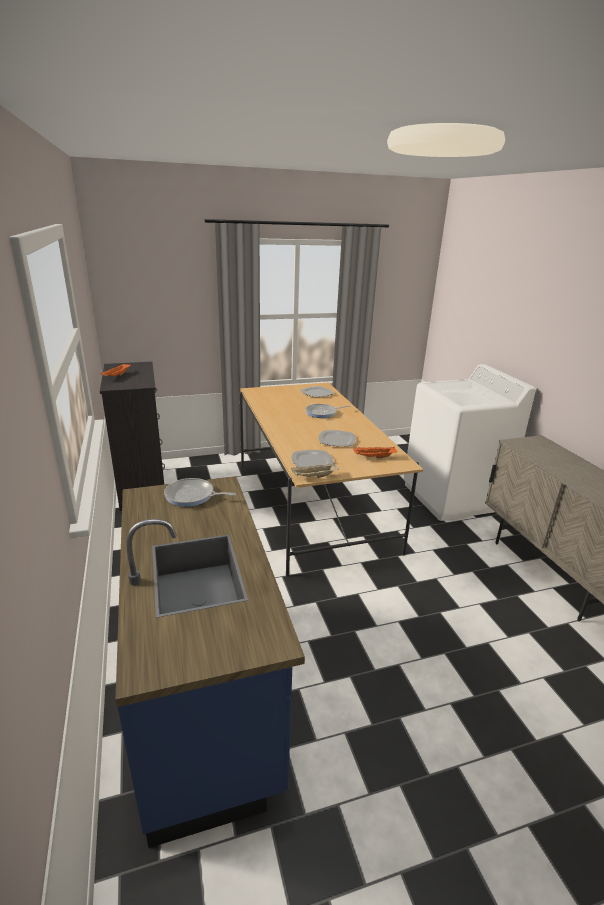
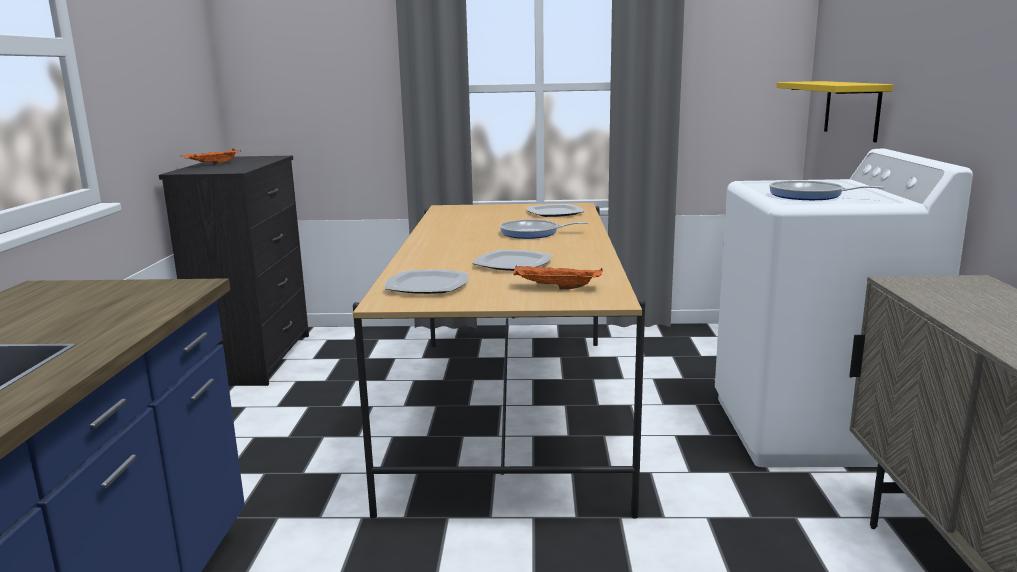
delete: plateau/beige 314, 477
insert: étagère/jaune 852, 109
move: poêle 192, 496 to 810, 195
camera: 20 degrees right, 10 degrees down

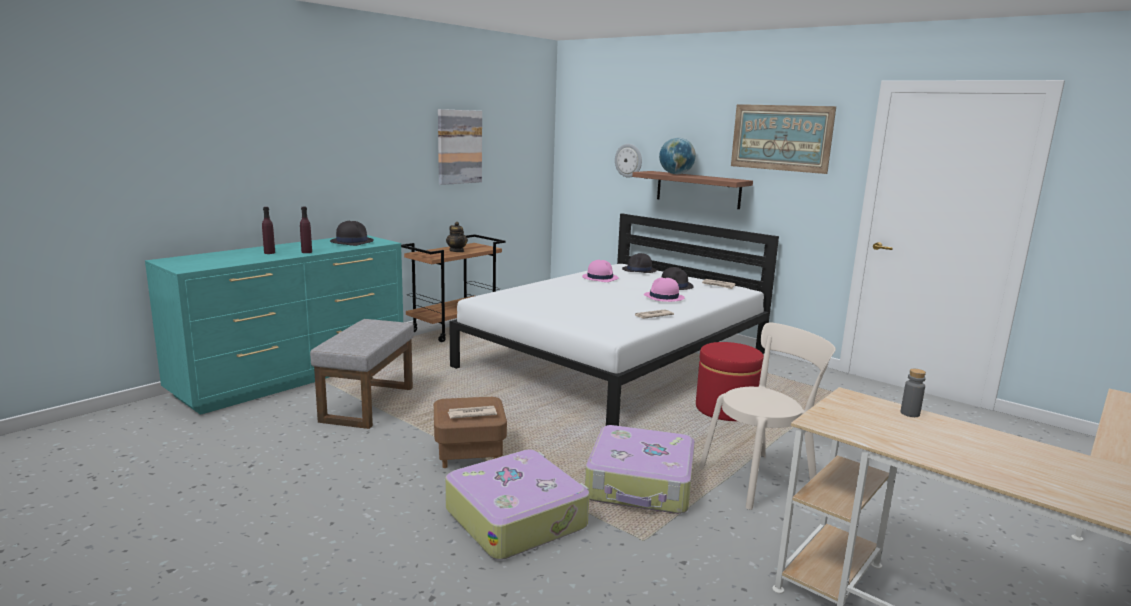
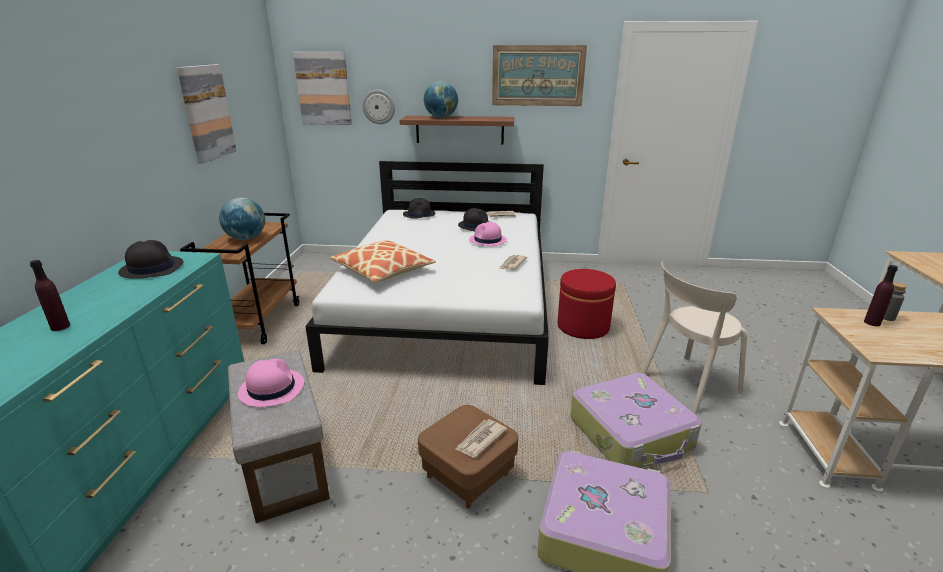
insert: tableau 323, 89; coussin 383, 270
move: bouteille/violet 306, 252 to 872, 323; chapeau/rose 600, 278 to 271, 388
replace: théière 457, 251 to globe 246, 238
rotate: chaise/beige 761, 479 = 686, 385 150 degrees counterclockwise
camera: 35 degrees left, 10 degrees up

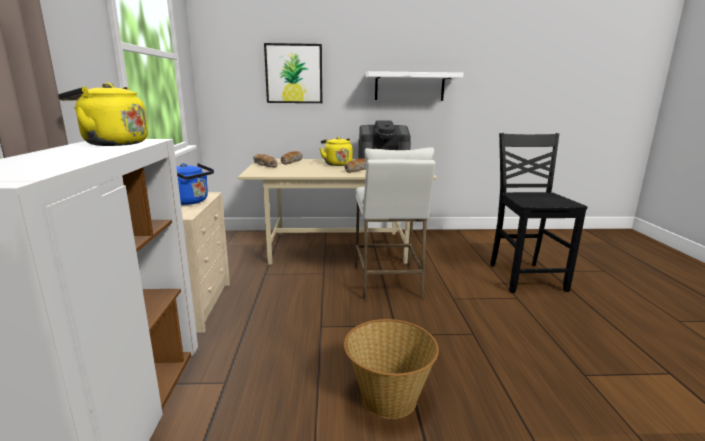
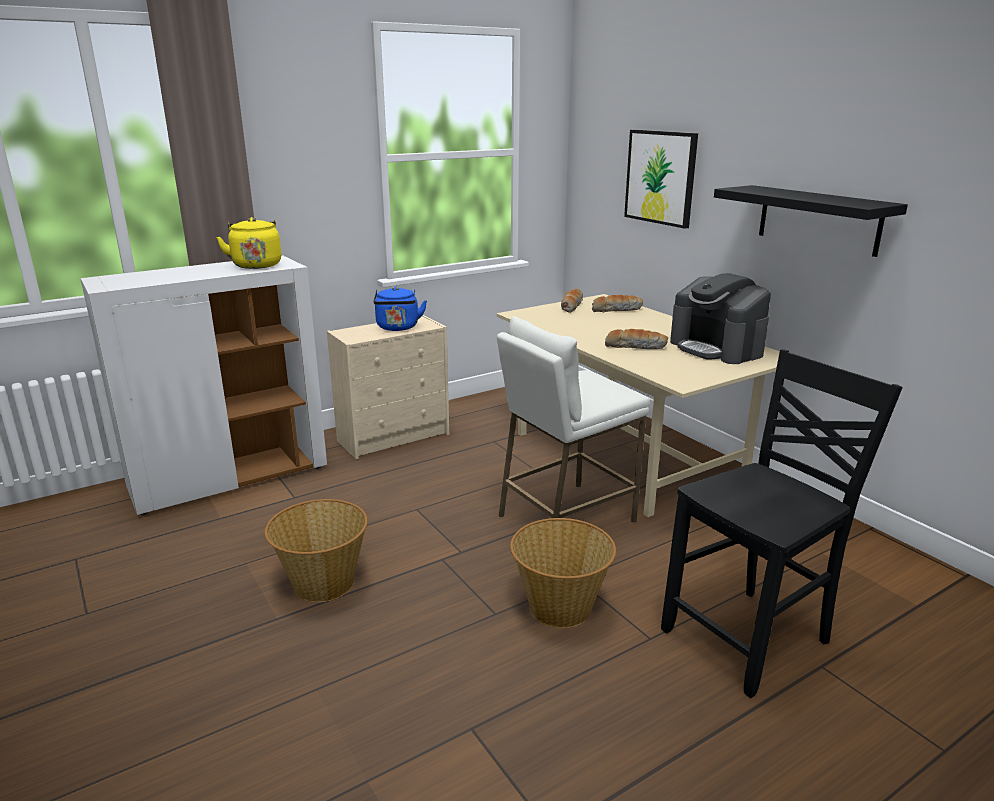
delete: bouilloire/jaune 337, 164
insert: panier 560, 606
recolor: étagère/blanc 409, 86 to étagère/noir 818, 219
camera: 60 degrees right, 5 degrees up

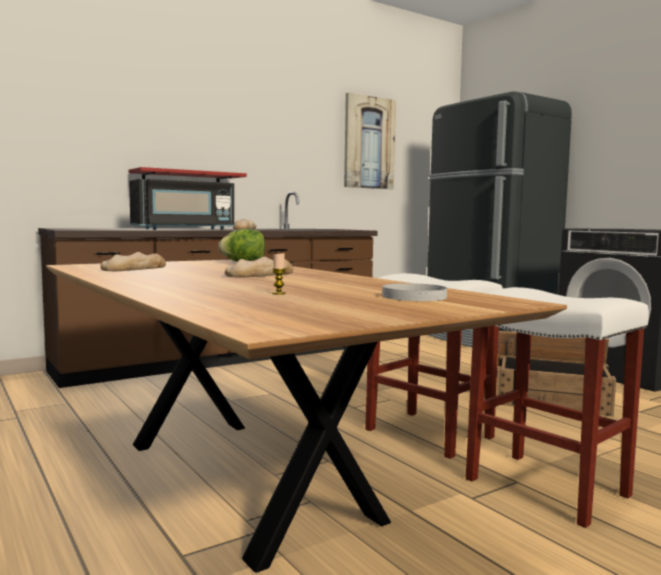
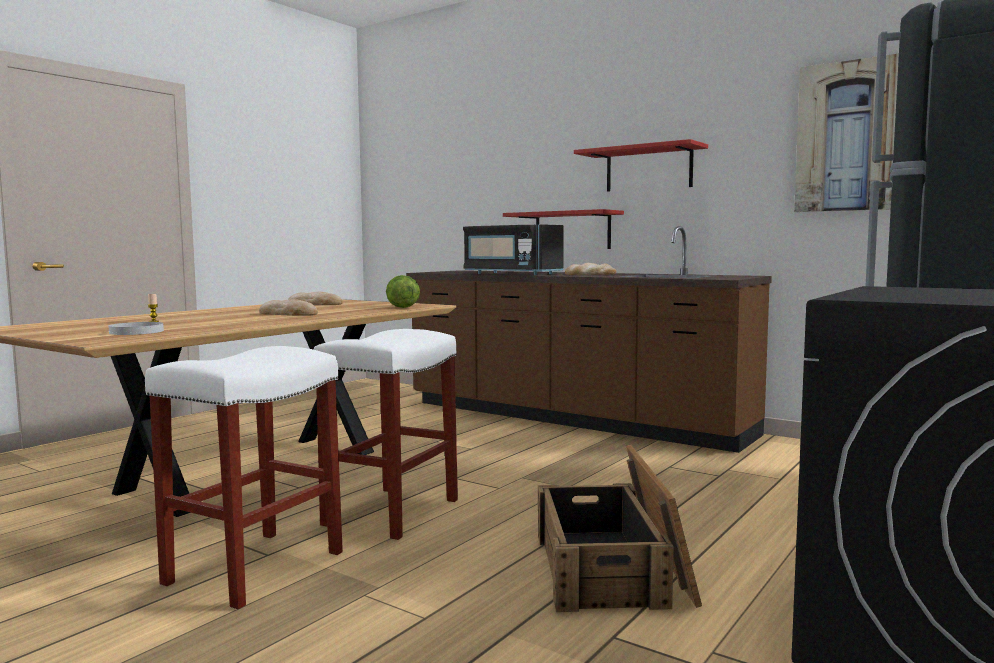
insert: étagère/rouge 648, 169
camera: 70 degrees right, 0 degrees up

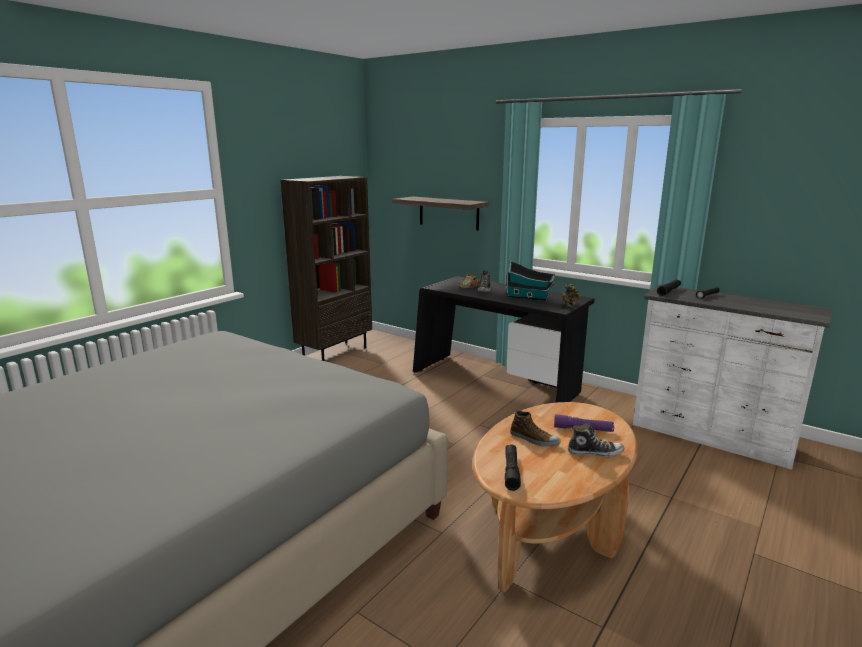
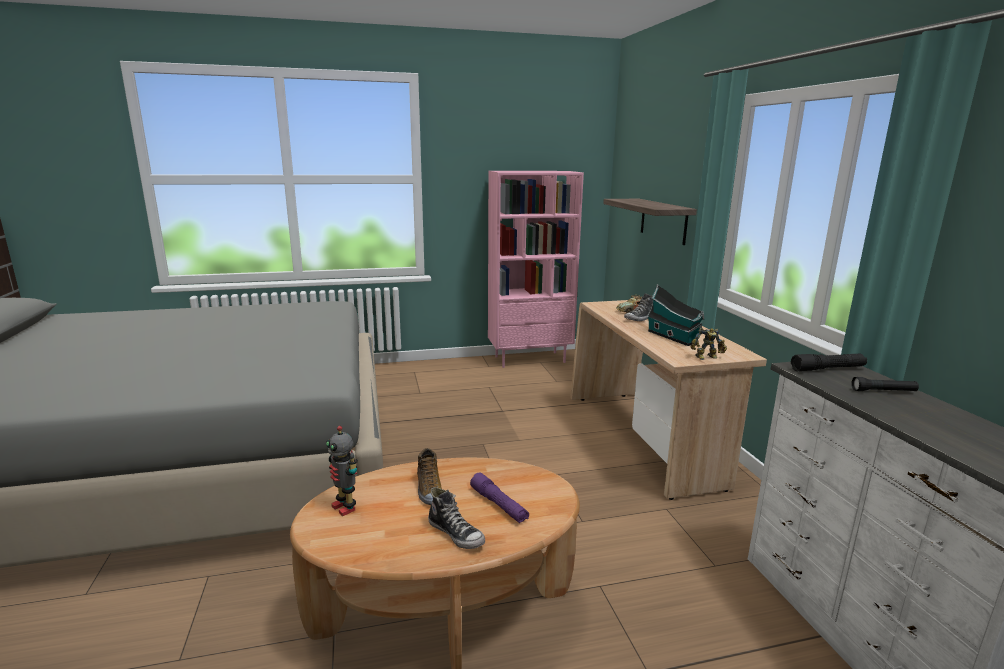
replace: lampe de poche/noir 511, 471 to robot jouet 345, 507
recolor: bibliothèque/marron 335, 353 to bibliothèque/rose 530, 359; bureau/noir 495, 382 to bureau/beige 644, 439
camera: 40 degrees right, 0 degrees up

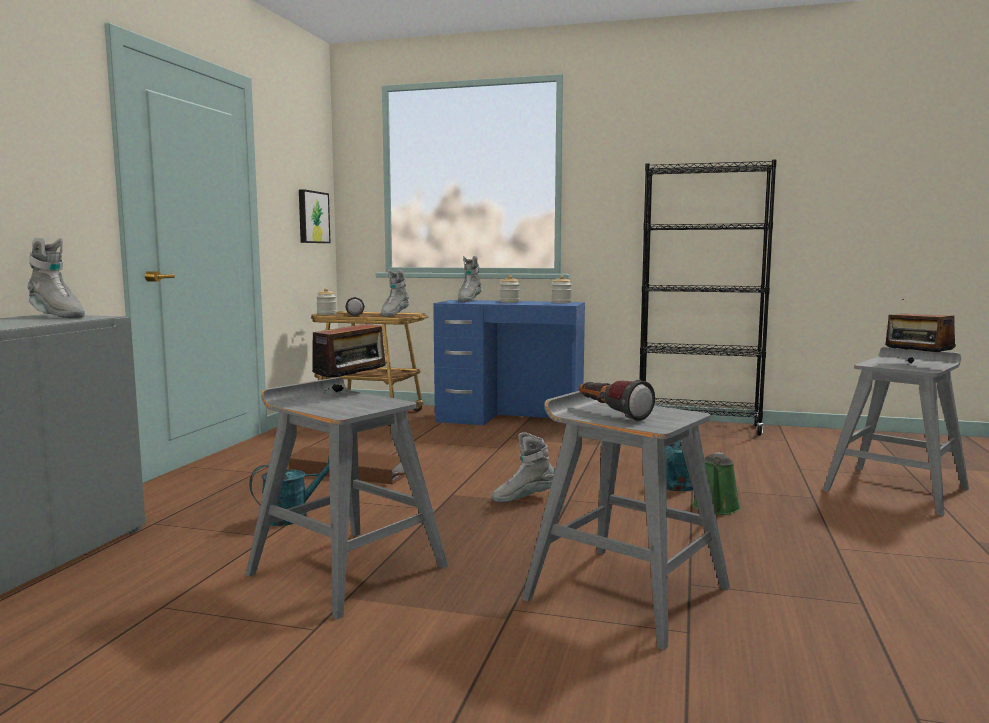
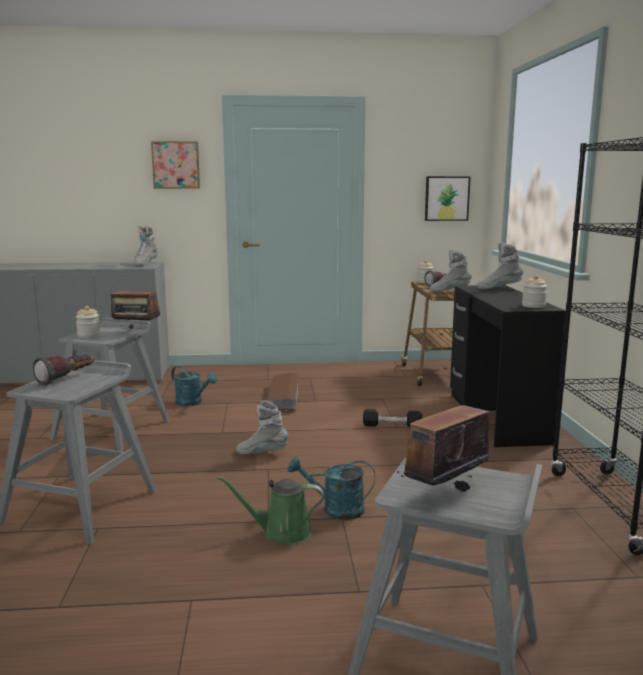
insert: tableau 176, 165; haltère/noir 392, 425
move: bocal 509, 302 to 89, 335
recolor: bureau/bleu 510, 421 to bureau/noir 497, 417
rotate: botte/gris 523, 498 = 262, 453 45 degrees counterclockwise
camera: 70 degrees right, 5 degrees up

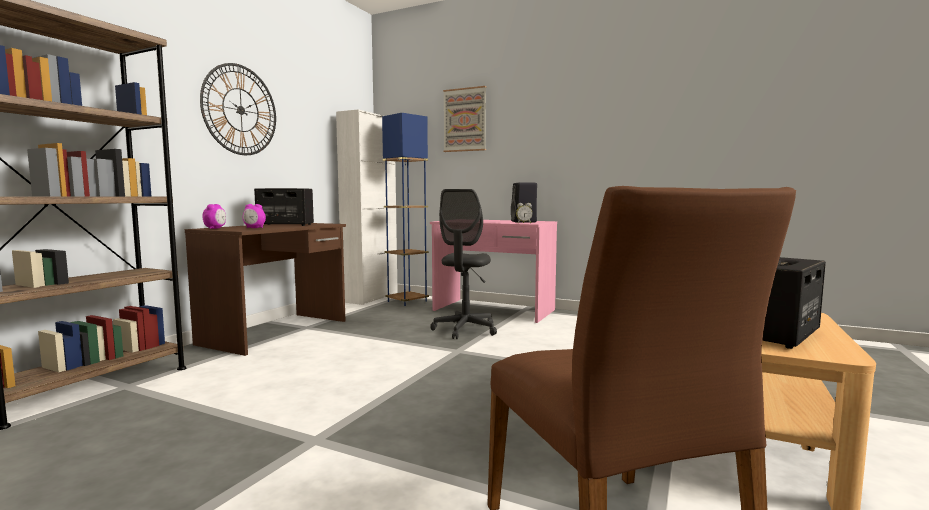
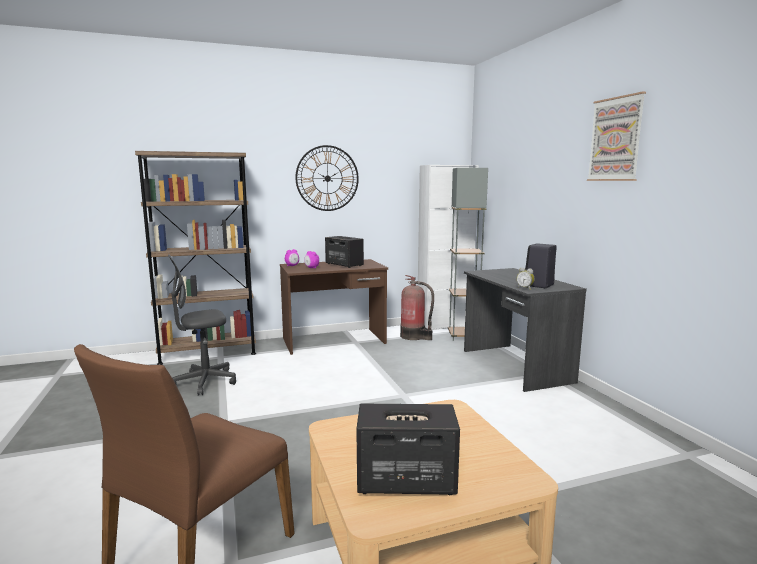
insert: extincteur 414, 336
move: chaise de bureau/gris 465, 330 to 205, 382; tableau 465, 120 to 615, 139
recolor: lampadaire/bleu 407, 301 to lampadaire/gris 463, 336; bureau/rose 493, 310 to bureau/gris 514, 366
camera: 45 degrees right, 5 degrees up

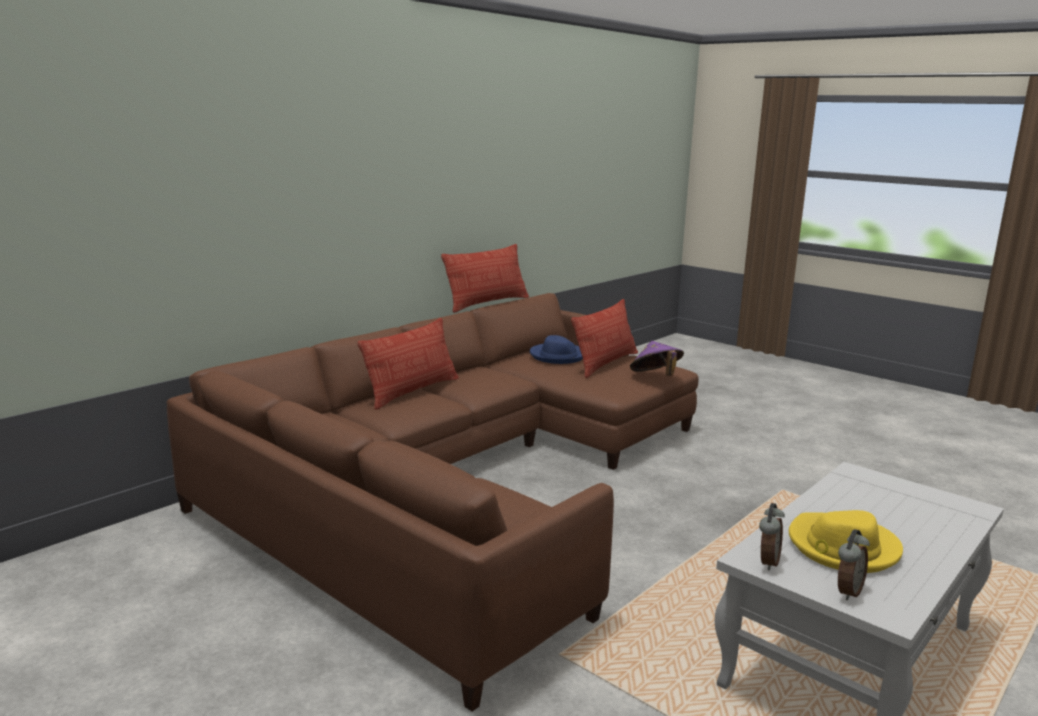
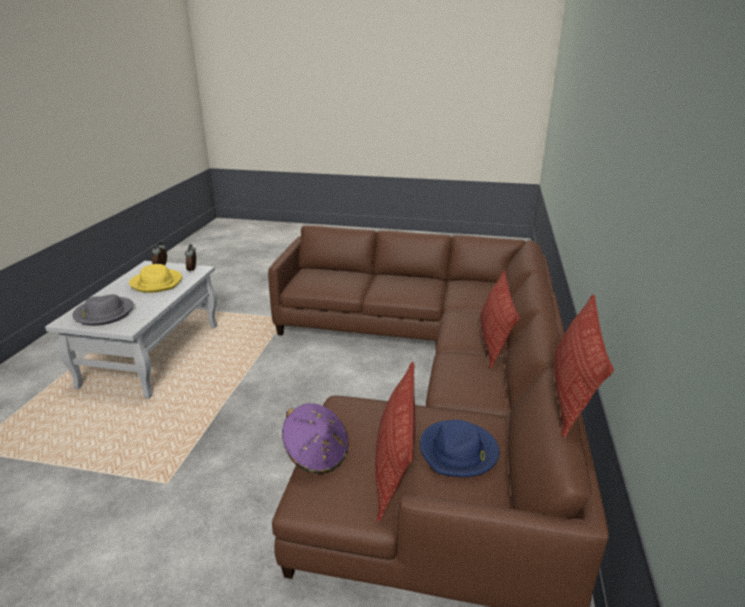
insert: chapeau/gris 104, 313
camera: 150 degrees right, 10 degrees up

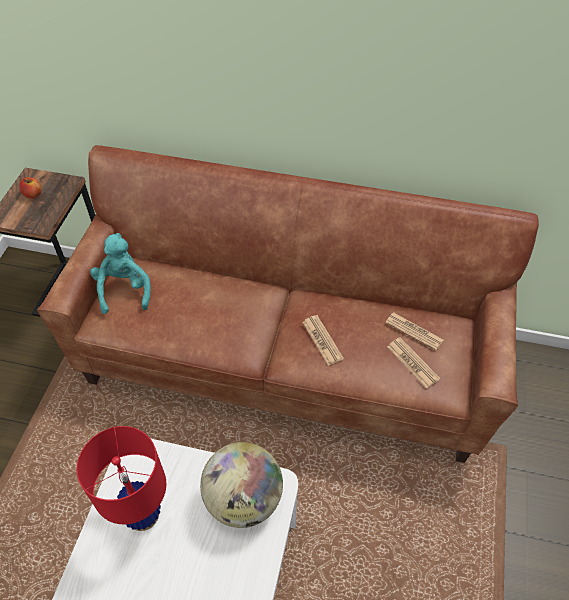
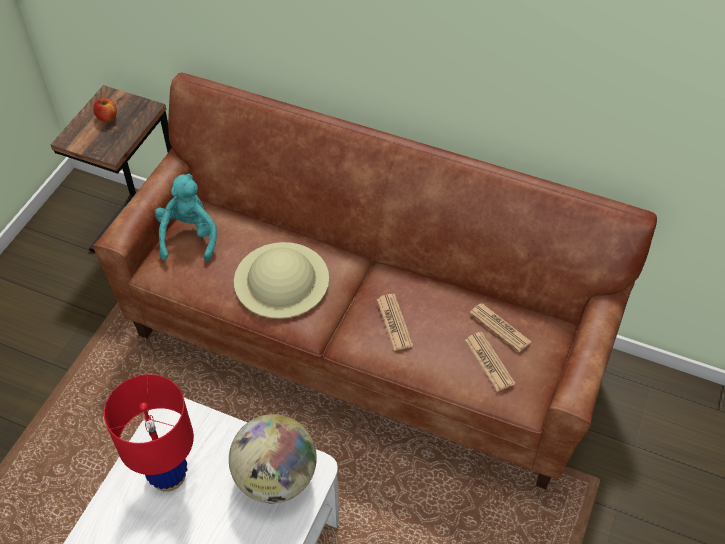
insert: chapeau/beige 281, 279
camera: 10 degrees right, 0 degrees up

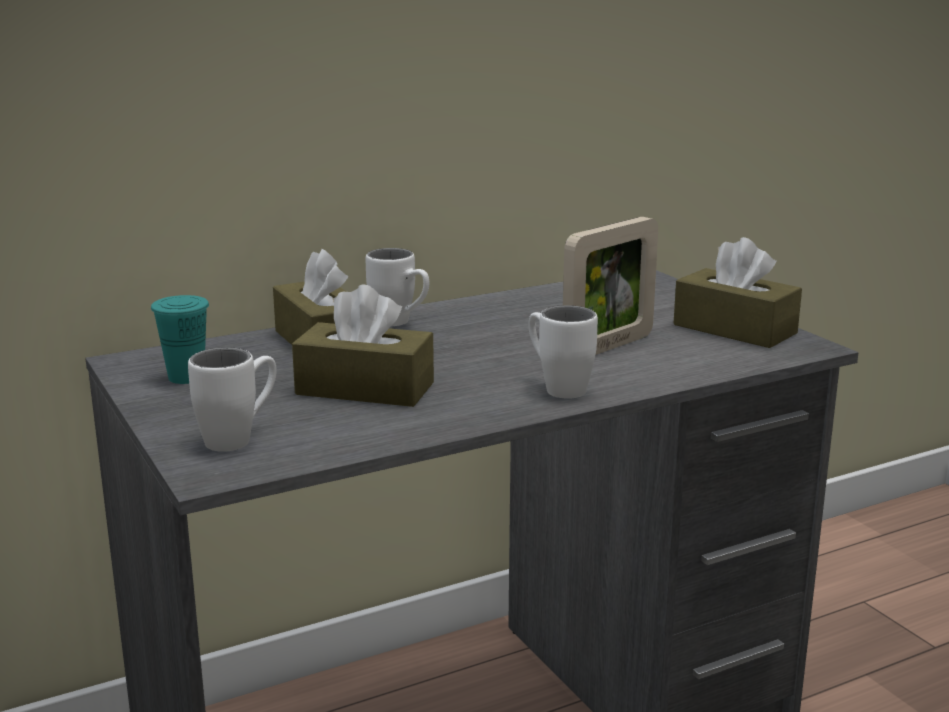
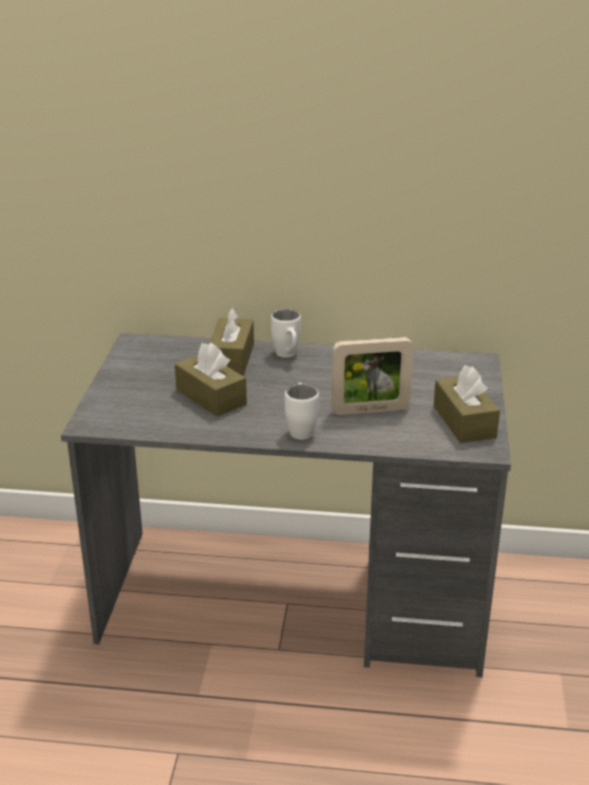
delete: tasse/turquoise 186, 377; mug/blanc 240, 438
camera: 35 degrees right, 10 degrees up

